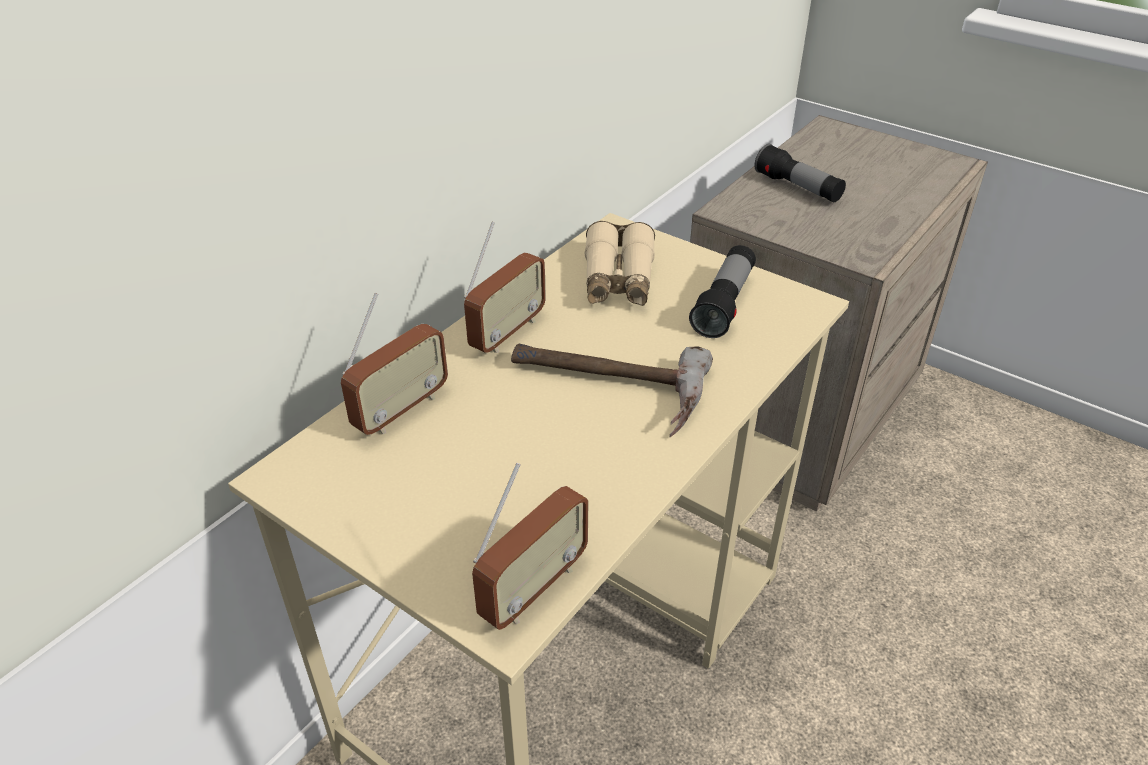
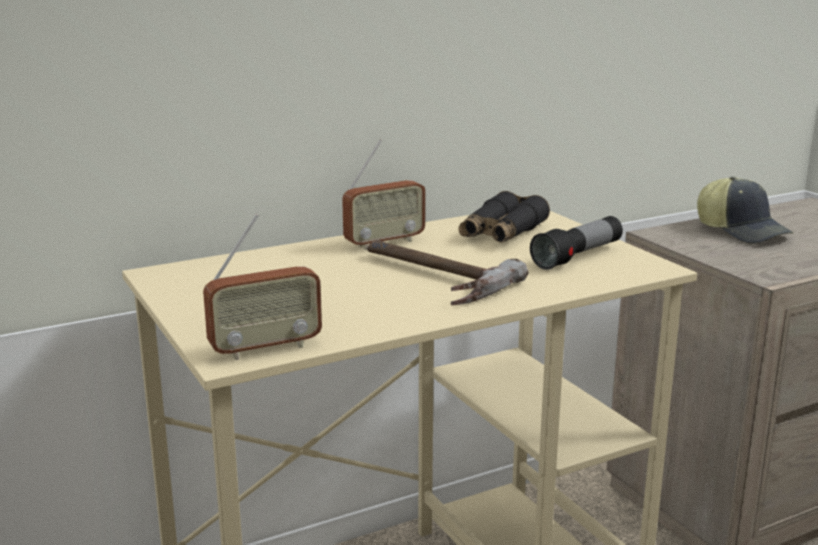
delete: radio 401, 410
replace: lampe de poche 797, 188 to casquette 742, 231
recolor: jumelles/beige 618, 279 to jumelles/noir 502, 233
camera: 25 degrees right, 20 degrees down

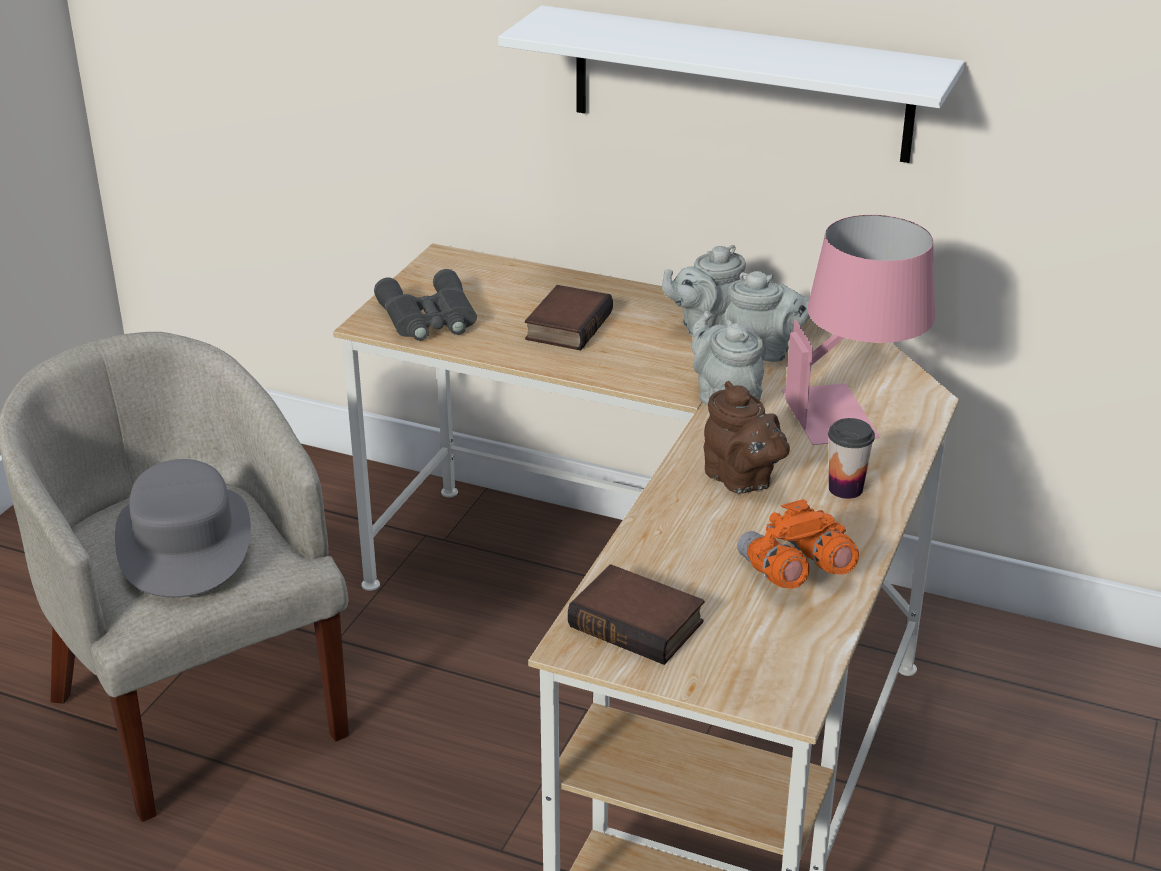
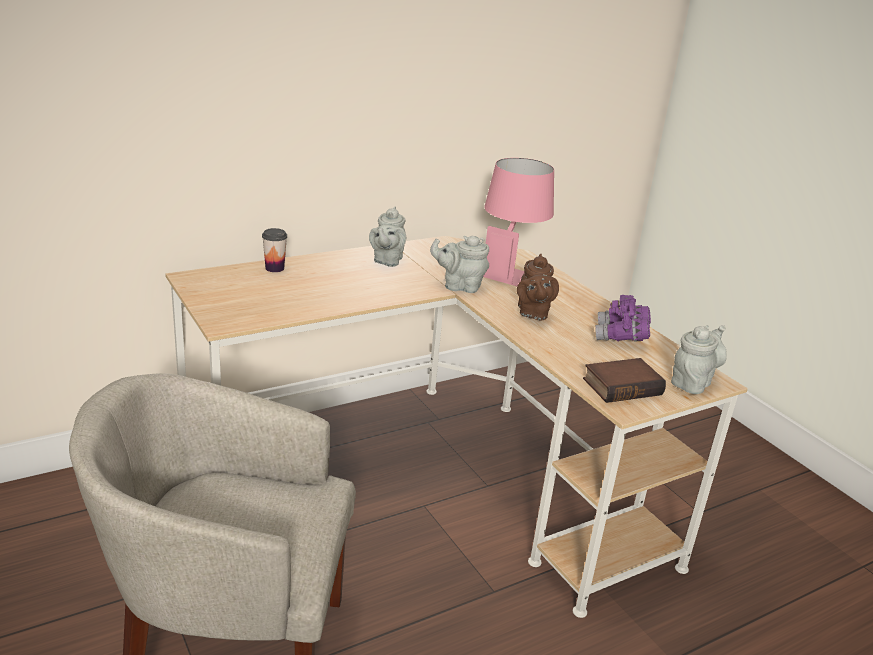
delete: chapeau/gris 185, 542; jumelles/gris 428, 318; étagère/blanc 740, 84; livre 566, 325
move: théière/gris 765, 353 to 692, 382; tasse 845, 489 to 274, 268
recolor: jumelles/orange 793, 573 to jumelles/violet 621, 337
rotate: théière/marron 741, 480 = 533, 313 90 degrees clockwise
camera: 55 degrees left, 5 degrees down

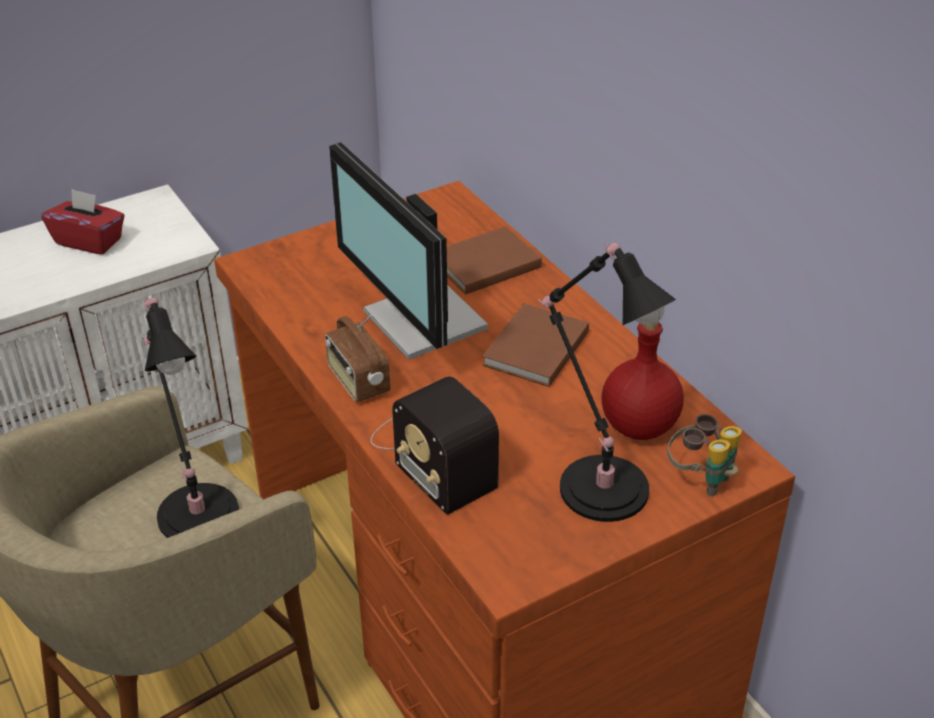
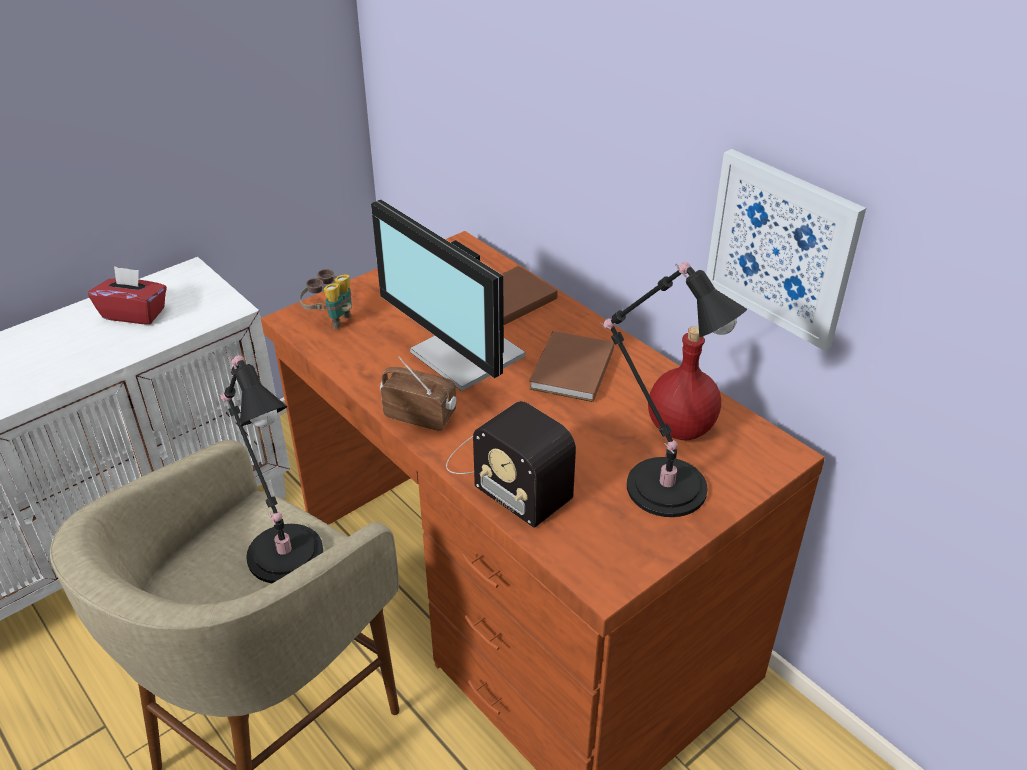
insert: tableau 781, 247
move: jumelles 701, 478 to 331, 318
rotate: radio 357, 381 = 420, 415 150 degrees clockwise
camera: 10 degrees left, 0 degrees up

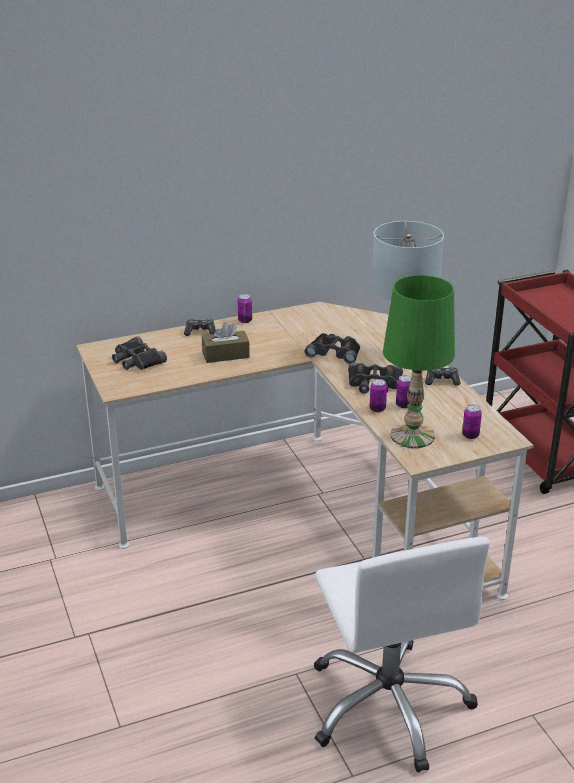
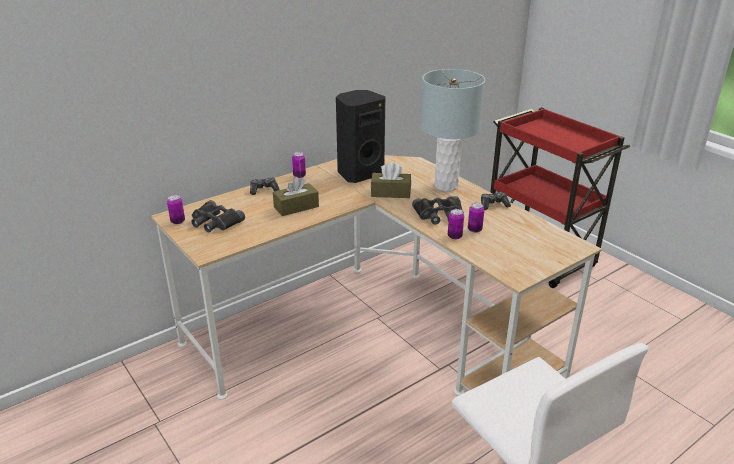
delete: lampe de table/vert 412, 436
insert: enceinte/noir 359, 173
move: boîte métallique 470, 435 to 178, 221
replace: jumelles/noir 334, 352 to boîte à mouchoirs/marron 390, 193
camera: 15 degrees left, 0 degrees up

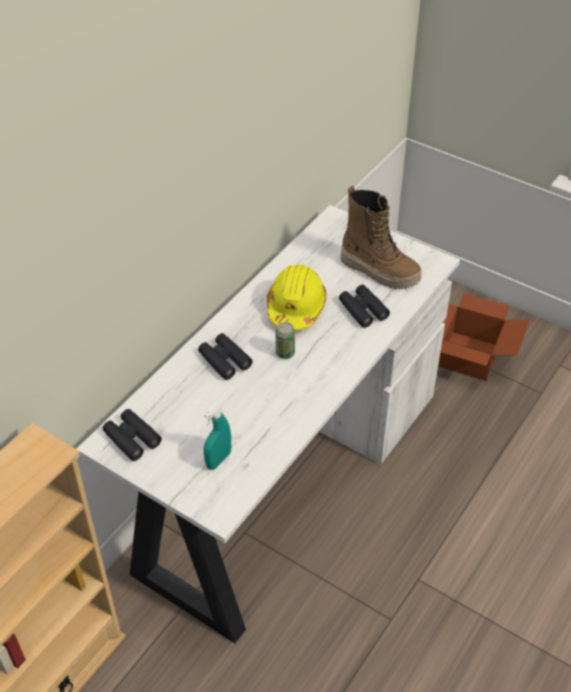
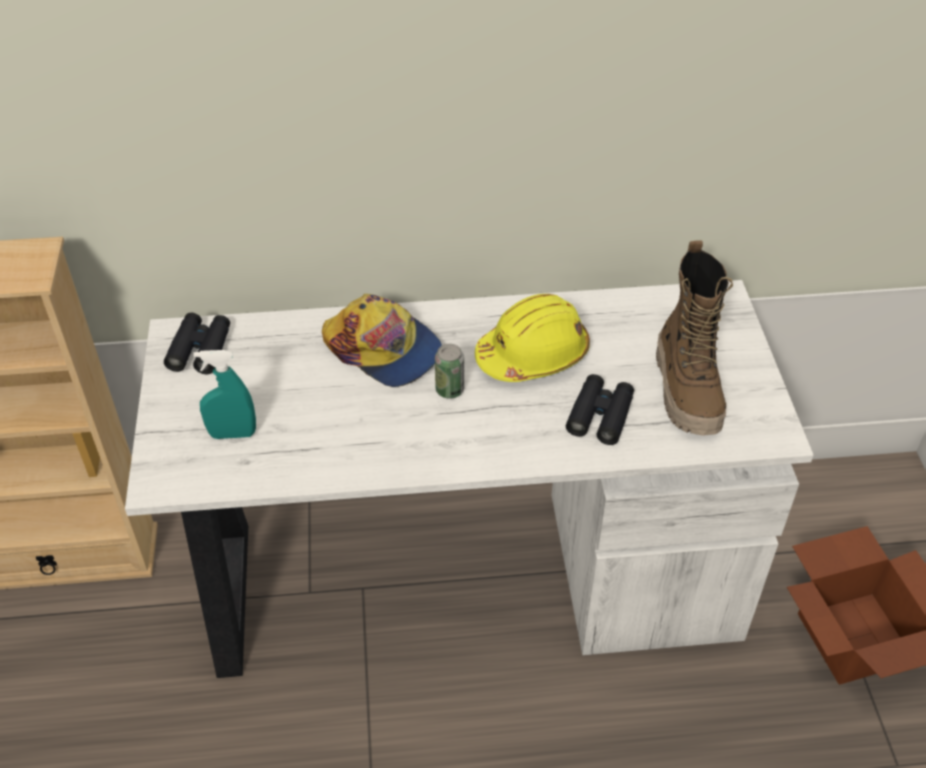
replace: jumelles/noir 224, 360 to casquette 384, 349
camera: 50 degrees right, 0 degrees up

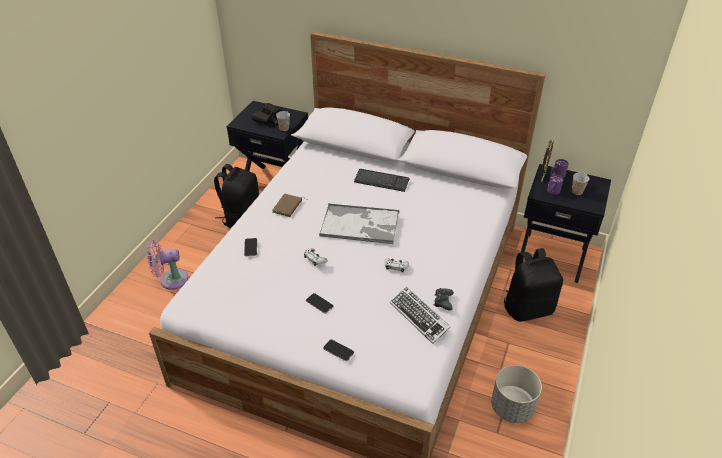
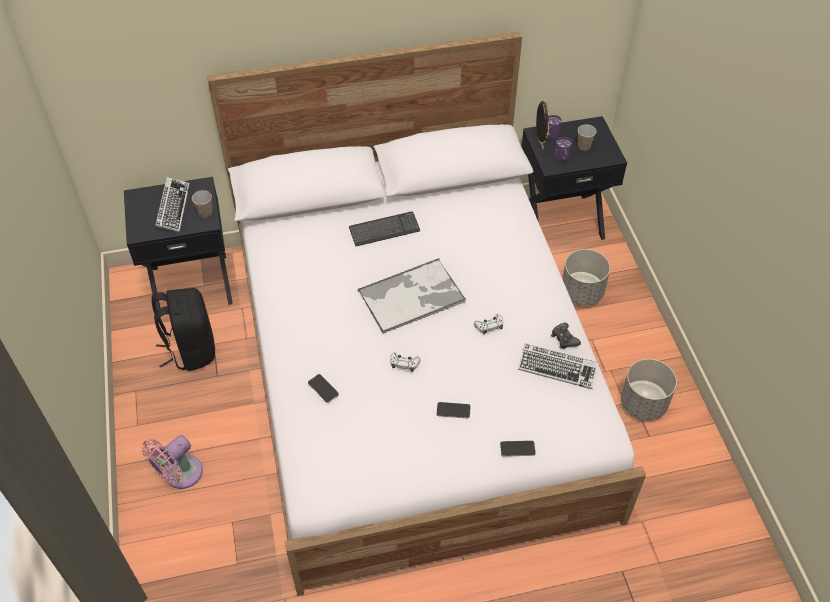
delete: livre/marron 288, 207
replace: jumelles/noir 269, 119 to clavier 173, 207; sac à dos/noir 527, 308 to cache-pot/gris 581, 292
camera: 35 degrees left, 10 degrees up

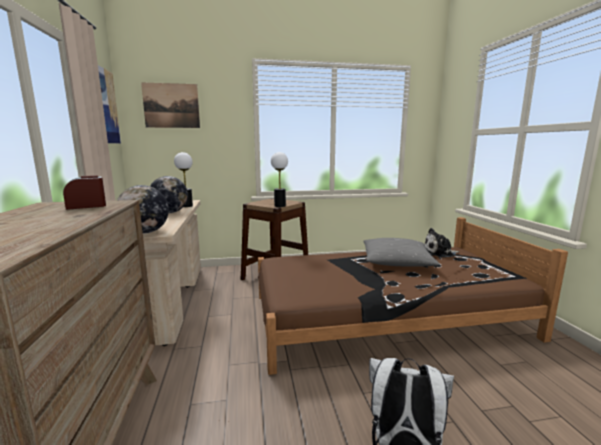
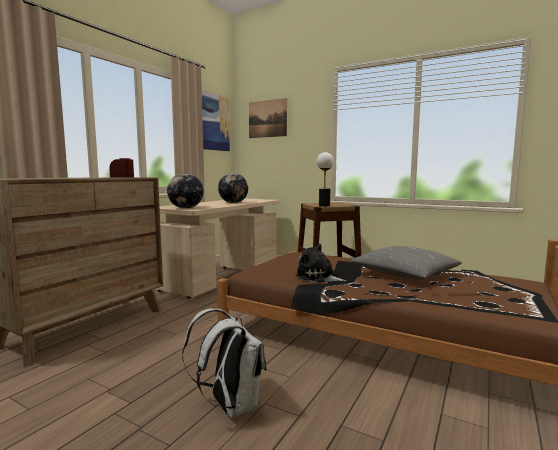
delete: lampe de table 186, 206
move: peluche 440, 253 to 318, 277
camera: 40 degrees right, 5 degrees down

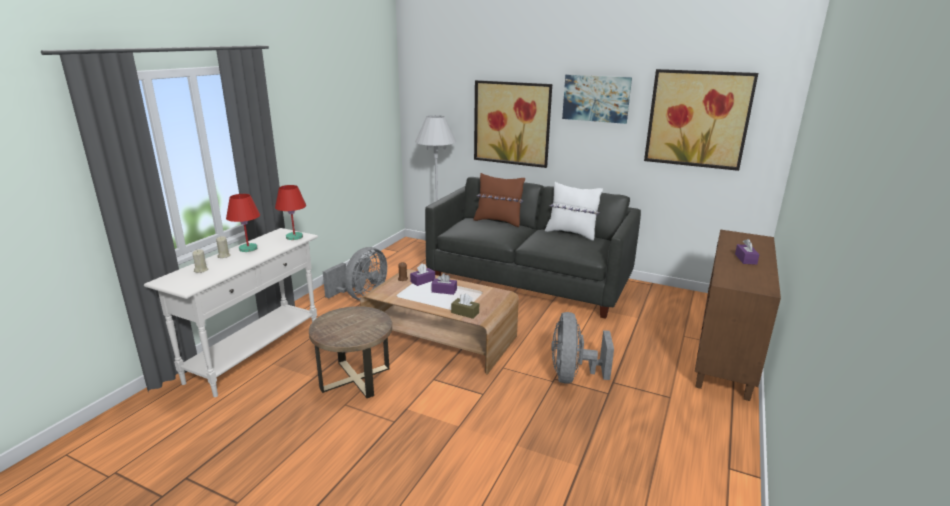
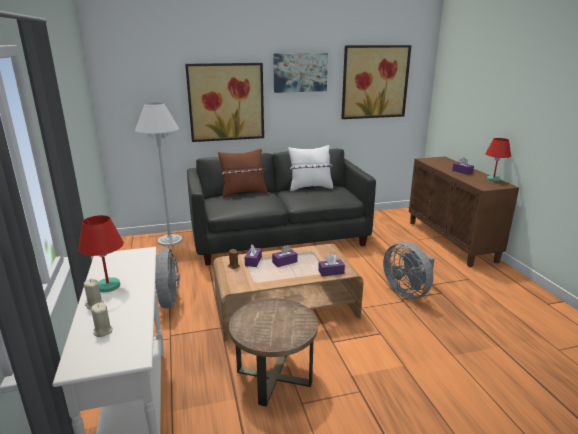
move: lampe de table/rouge 294, 237 to 493, 179
recolor: boîte à mouchoirs/marron 465, 313 to boîte à mouchoirs/violet 331, 272
camera: 40 degrees left, 0 degrees up

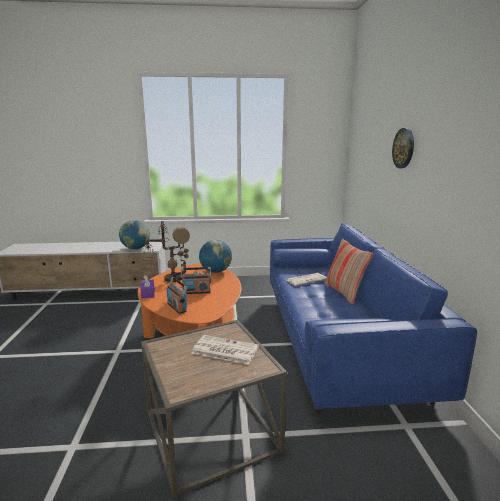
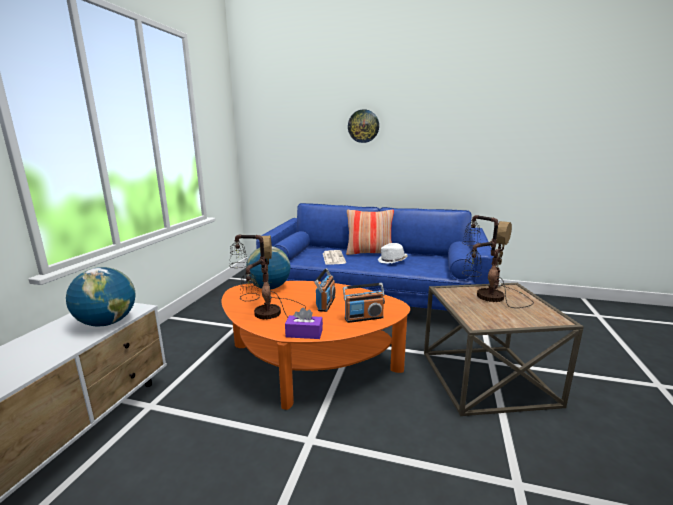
insert: chapeau/blanc 392, 261
replace: journal 224, 350 to lampe de table 488, 297
camera: 70 degrees left, 0 degrees up

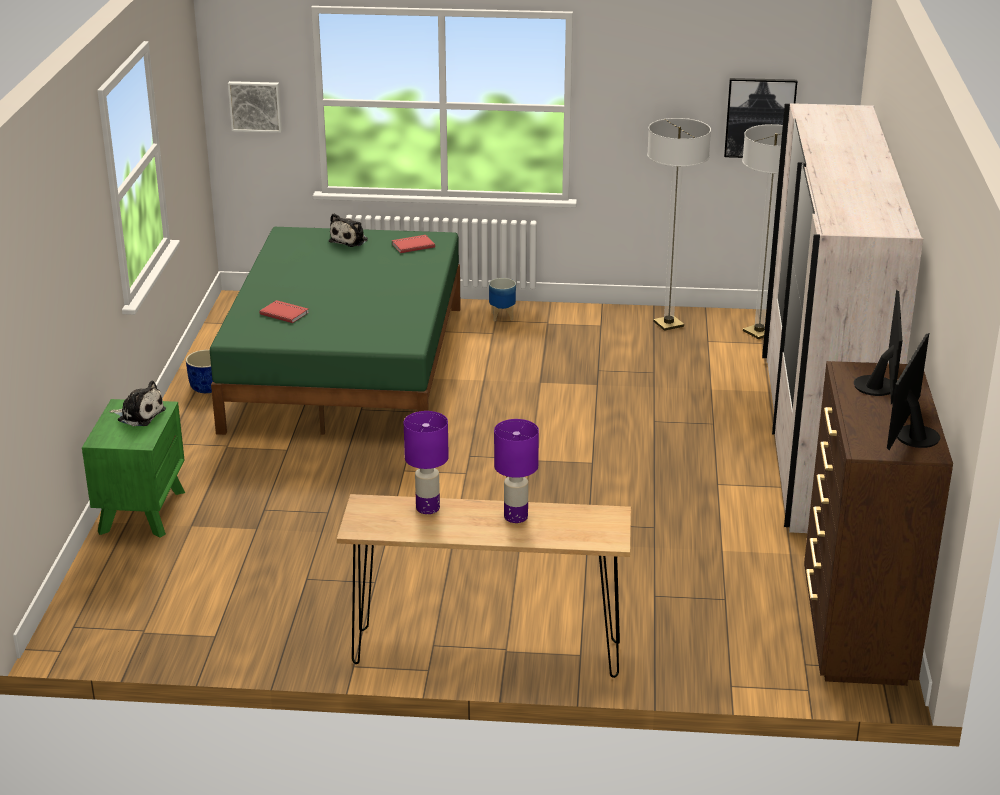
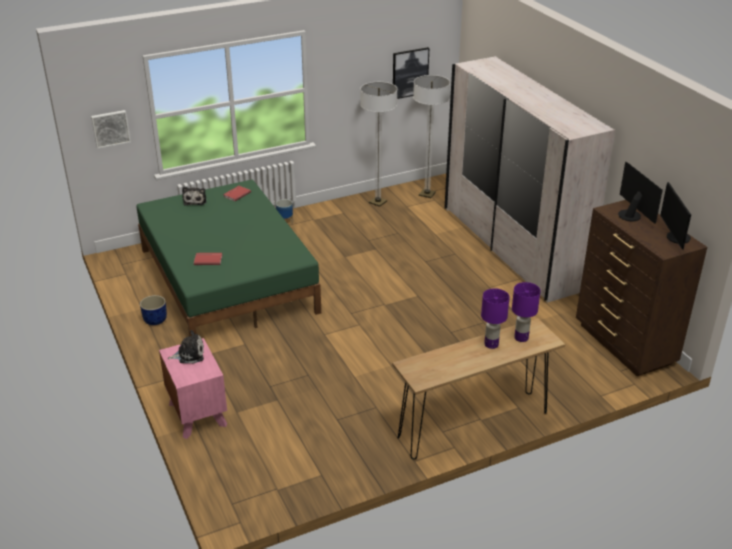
move: lampe de table/violet 427, 508 to 521, 338
recolor: table de chevet/vert 142, 511 to table de chevet/rose 197, 414
camera: 30 degrees left, 5 degrees up

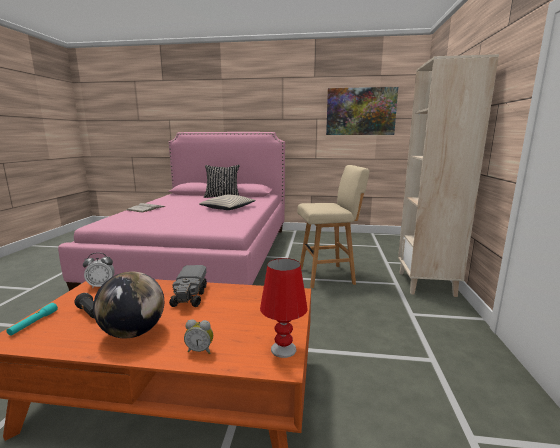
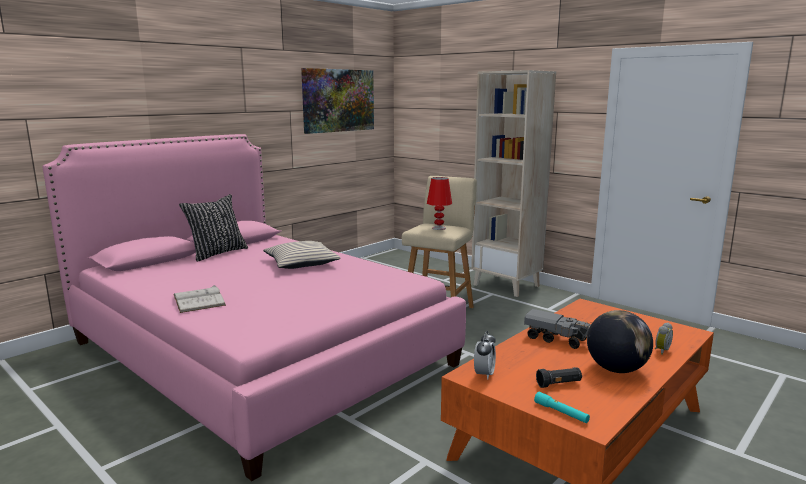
move: lampe de table/rouge 284, 349 to 439, 228
camera: 55 degrees left, 0 degrees up

